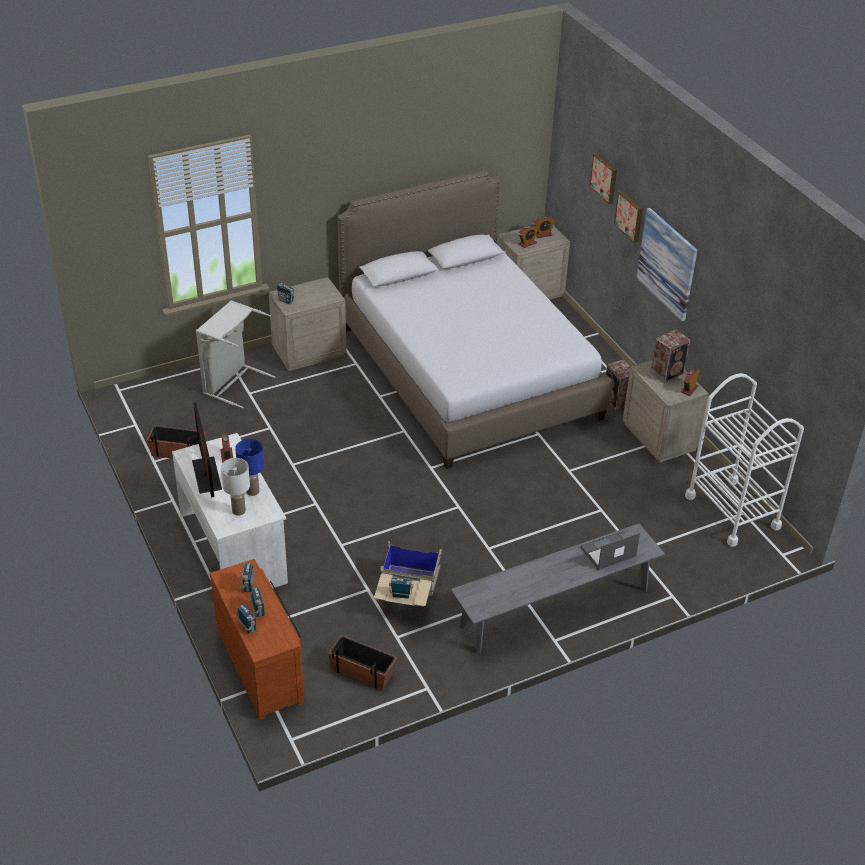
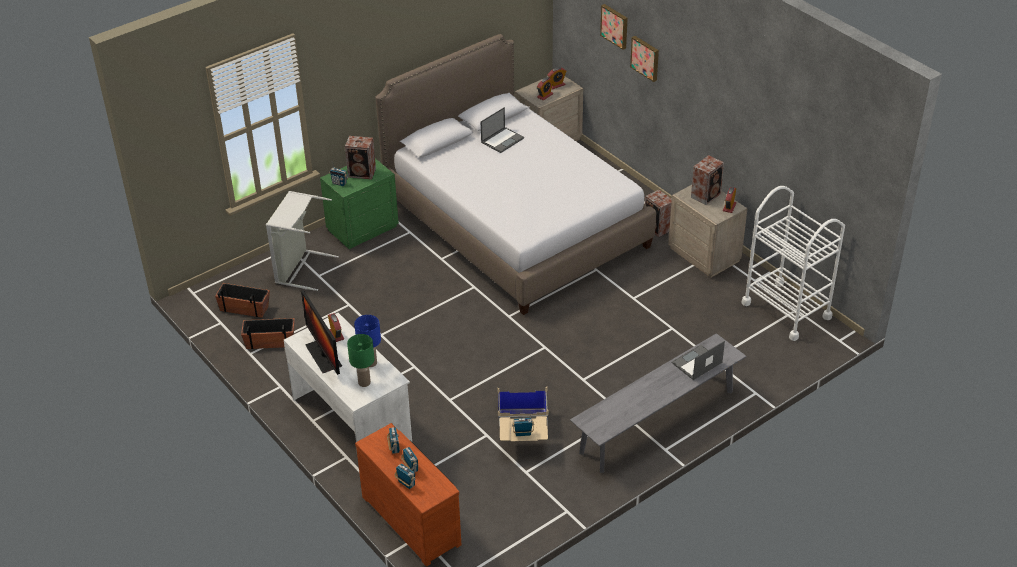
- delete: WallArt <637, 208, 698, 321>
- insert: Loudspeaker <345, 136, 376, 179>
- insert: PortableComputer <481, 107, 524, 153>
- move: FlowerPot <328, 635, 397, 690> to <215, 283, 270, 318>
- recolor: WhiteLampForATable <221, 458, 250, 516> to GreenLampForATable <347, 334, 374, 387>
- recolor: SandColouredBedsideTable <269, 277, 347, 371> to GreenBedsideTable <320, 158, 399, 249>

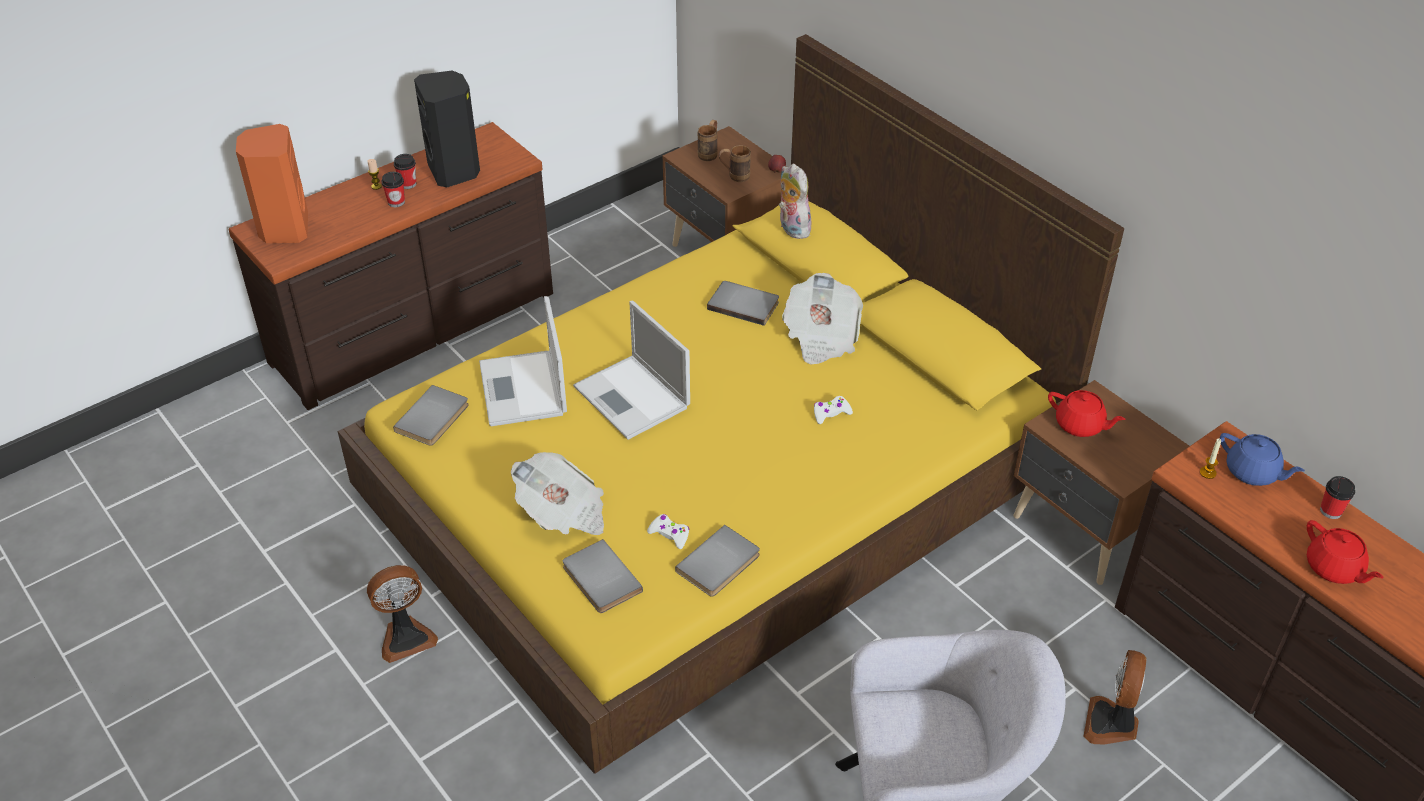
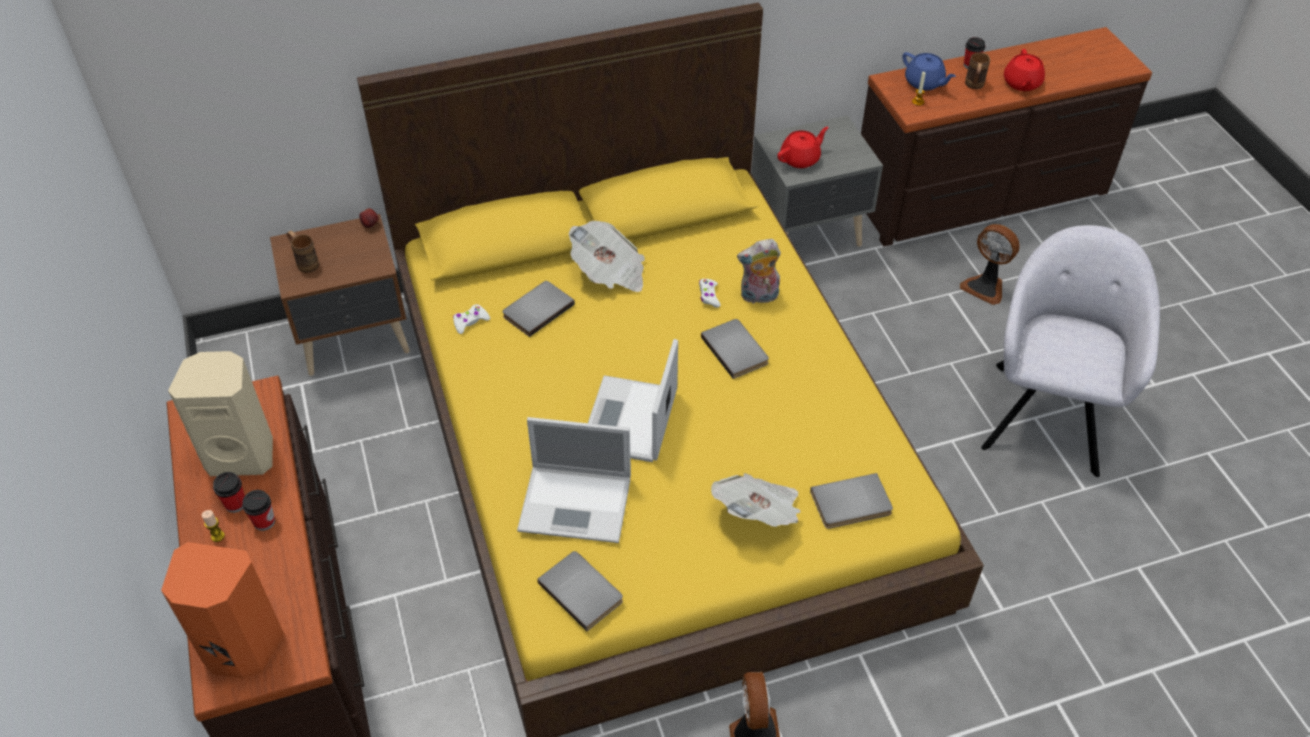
- move: WhiteJoypad <647, 514, 689, 549> to <453, 304, 490, 334>
- move: GreyishBook <675, 525, 760, 597> to <701, 319, 769, 379>
- move: BrownishCoffeeMug <719, 145, 751, 182> to <965, 52, 990, 89>
- move: PlushToy <779, 164, 811, 239> to <737, 239, 781, 304>
- recolor: BlackColouredLoudspeaker <414, 71, 480, 187> to SandColouredLoudspeaker <168, 351, 273, 476>
- recolor: BrownishBedsideTable <1013, 380, 1189, 585> to GreyishBedsideTable <752, 115, 883, 247>
- rotate: PortableComputer <573, 301, 690, 440> = <588, 339, 678, 462> 120 degrees clockwise
- rotate: BlueTeapot <1220, 433, 1305, 486> = <902, 52, 956, 91> 75 degrees clockwise
- rotate: RedColouredTeapot <1307, 520, 1384, 584> = <1004, 49, 1045, 91> 105 degrees clockwise

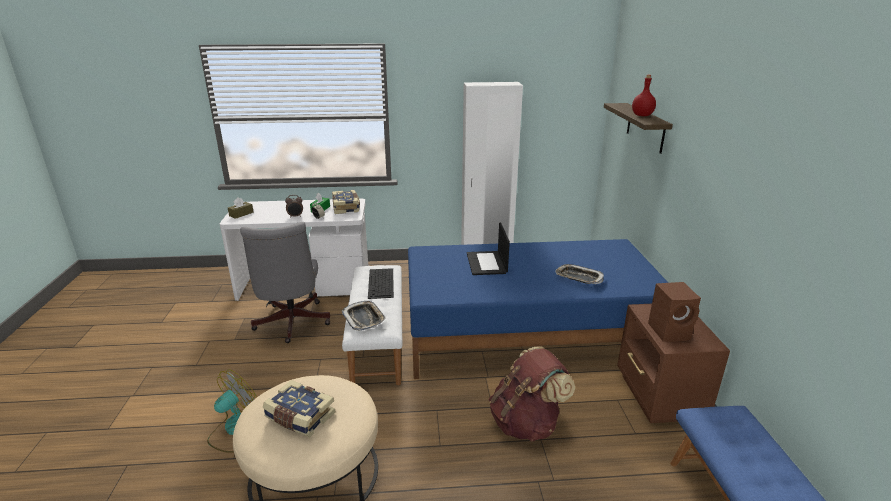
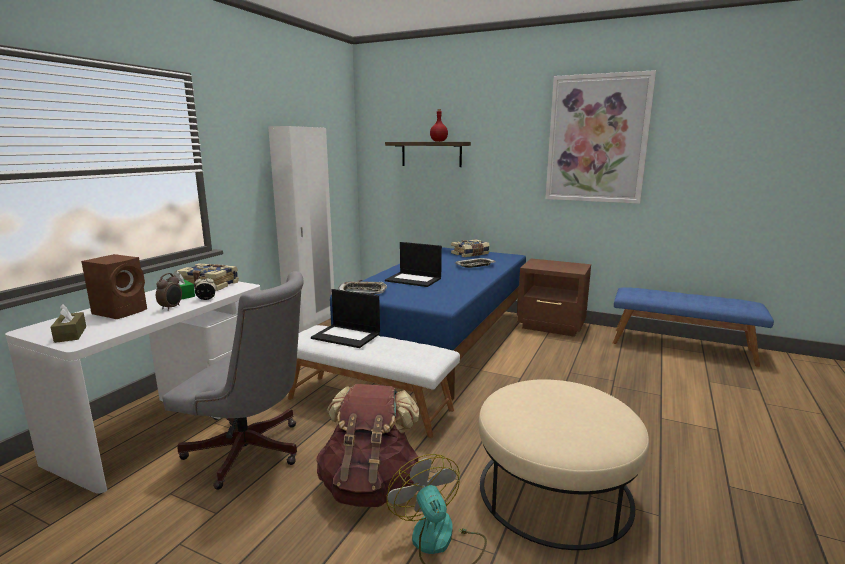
- insert: WallArt <545, 70, 656, 204>
- move: Book <263, 380, 335, 437> to <451, 239, 490, 257>
- move: Tray <342, 301, 386, 331> to <338, 281, 387, 295>
- move: BrownishKnapsack <489, 347, 575, 442> to <317, 384, 419, 507>
- move: BrownishLoudspeaker <648, 282, 701, 342> to <81, 254, 147, 319>
- replace: PcKeyboard <368, 268, 394, 299> to PortableComputer <311, 289, 380, 348>

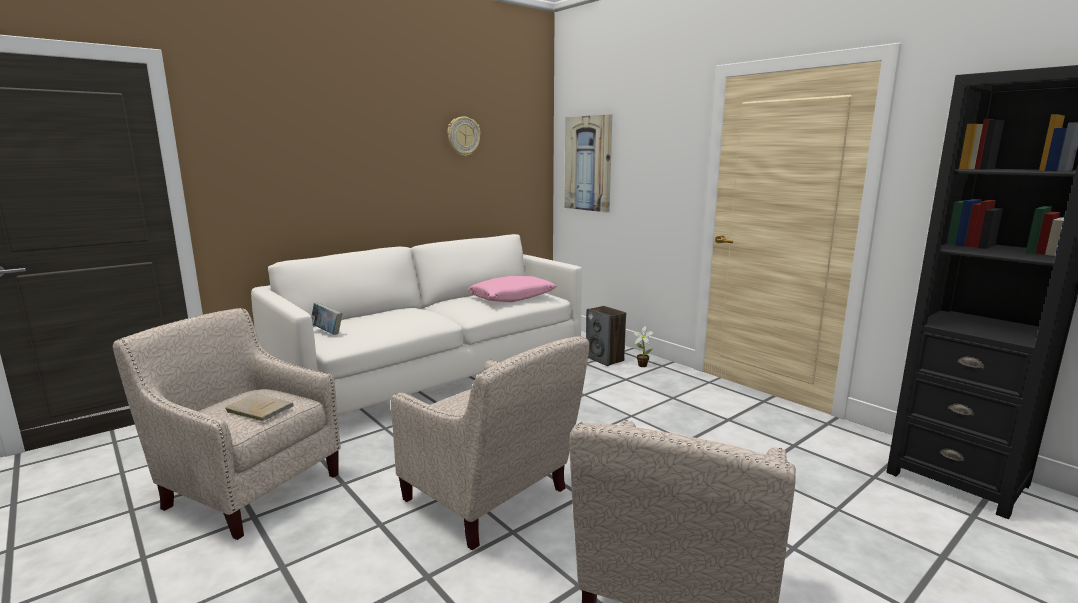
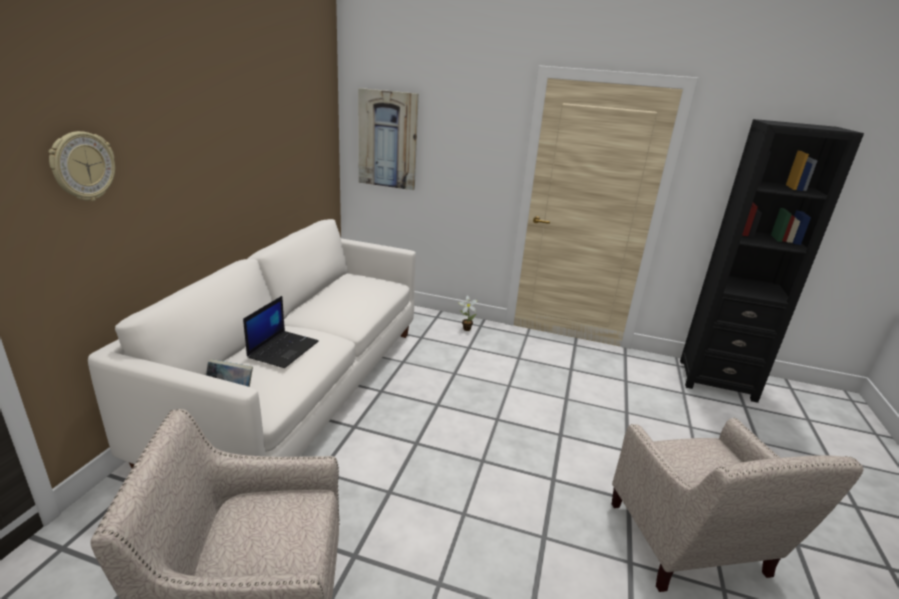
- delete: SandColouredBook <225, 394, 294, 422>
- delete: SandColouredEasyChair <391, 336, 589, 551>
- delete: PinkThrowPillow <468, 276, 557, 302>
- delete: Loudspeaker <586, 306, 626, 366>
- insert: PortableComputer <243, 296, 319, 368>
- move: HangingClock <447, 116, 481, 156> to <49, 131, 115, 201>

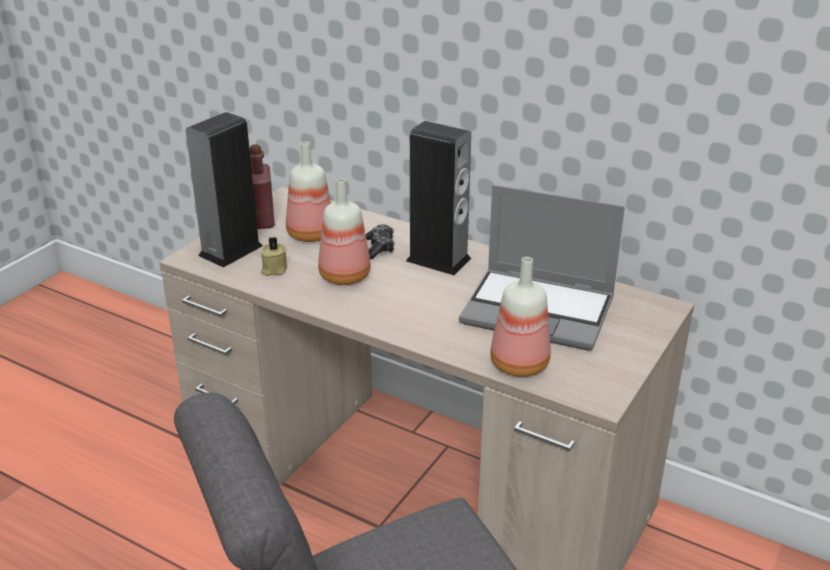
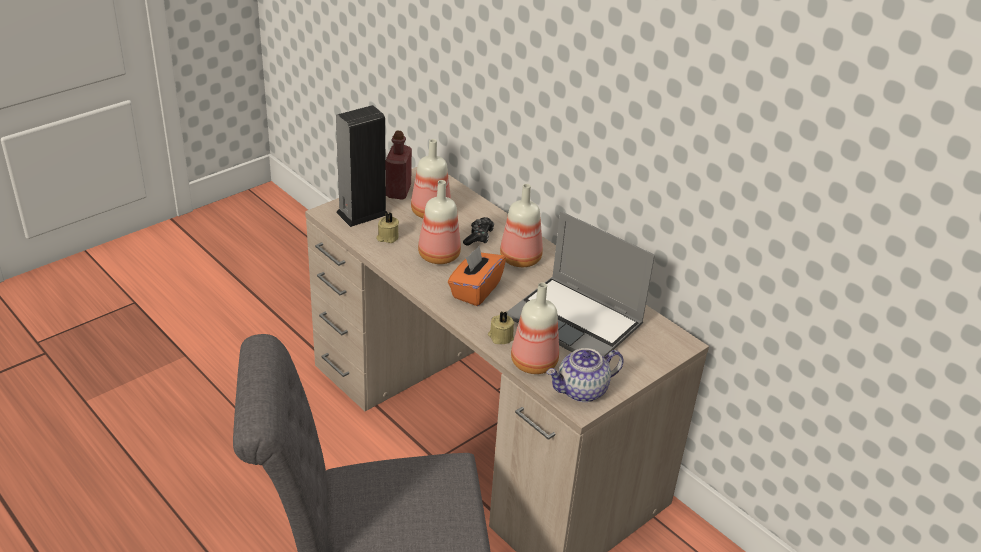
- insert: OrangeColouredBoxOfTissues <448, 246, 506, 306>
- insert: SandColouredWaxLight <488, 311, 514, 344>
- insert: Teapot <546, 348, 624, 402>
- replace: Loudspeaker <406, 121, 471, 275> to BeverageBottle <500, 184, 543, 267>

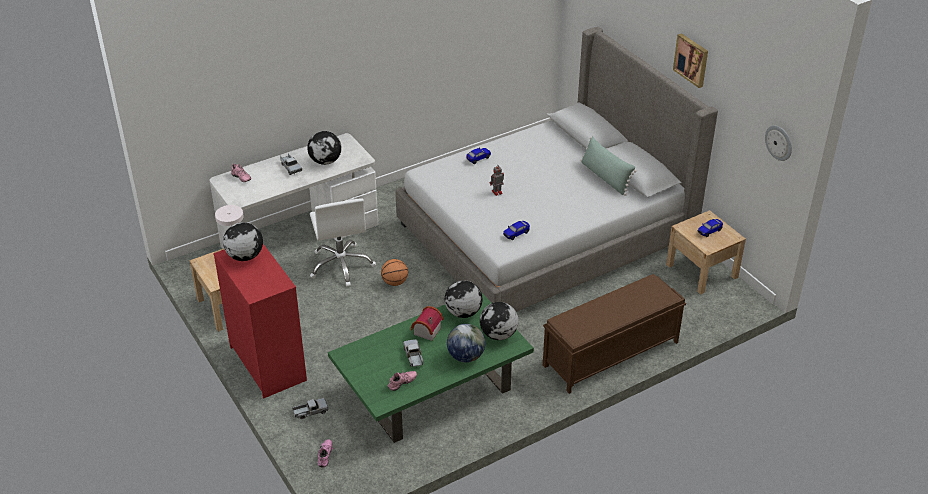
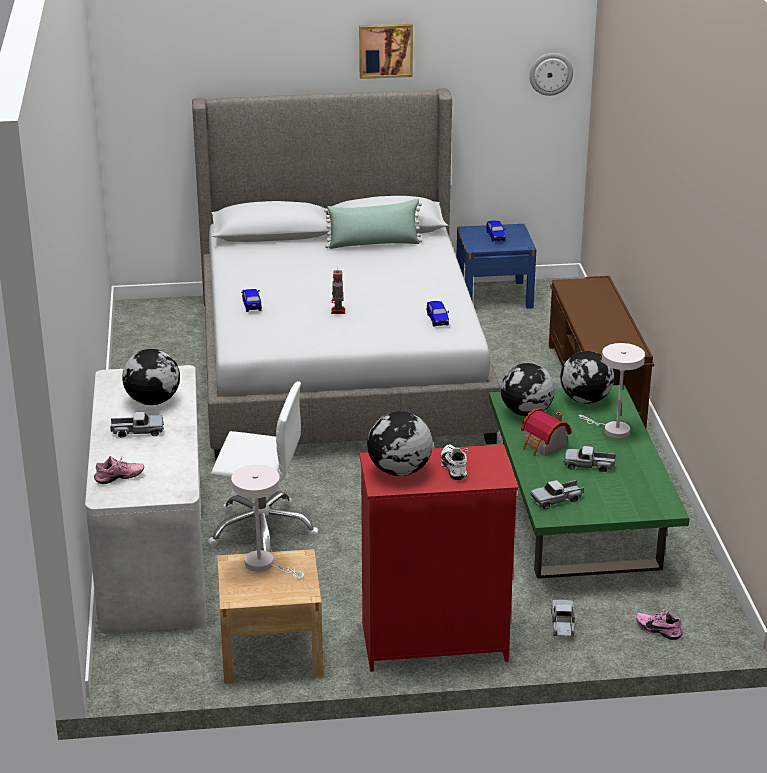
- delete: Basketball <381, 259, 408, 286>
- delete: PinkShoe <388, 370, 417, 391>
- insert: WhiteShoe <441, 445, 469, 480>
- insert: ModelTruck <530, 480, 584, 509>
- replace: WorldGlobe <447, 324, 485, 363> to WhiteLampForATable <579, 343, 645, 438>
- recolor: SandColouredBedsideTable <666, 210, 746, 295> to BlueBedsideTable <456, 224, 536, 309>

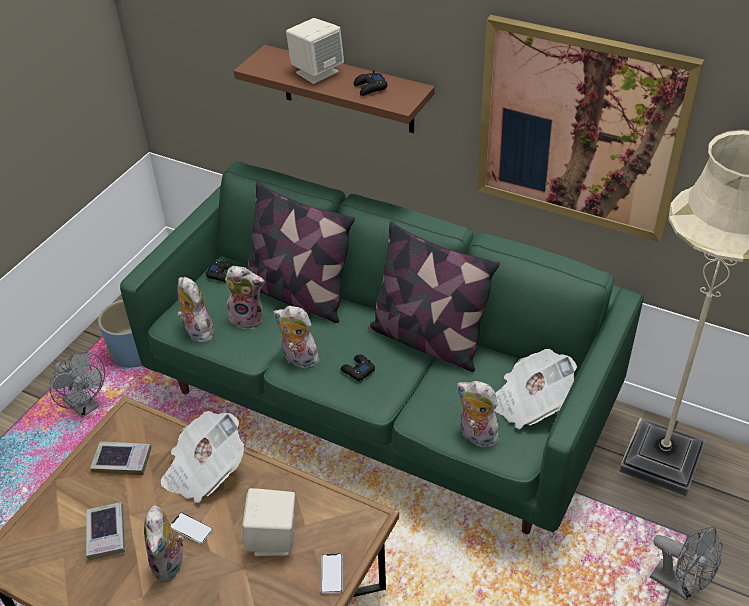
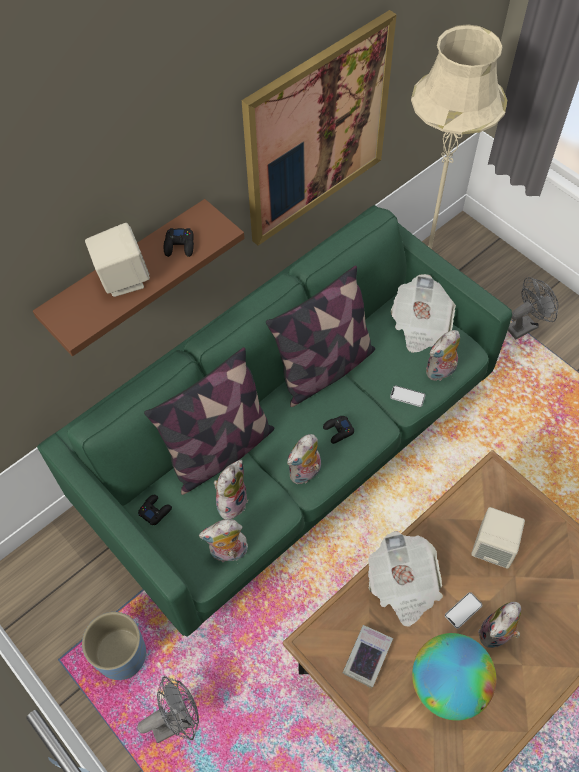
- move: Phone <321, 553, 343, 594> to <390, 385, 425, 407>
- replace: Book <86, 502, 125, 561> to WorldGlobe <412, 633, 496, 721>
- rotate: PlushToy <144, 505, 184, 582> = <478, 602, 523, 648> 120 degrees clockwise

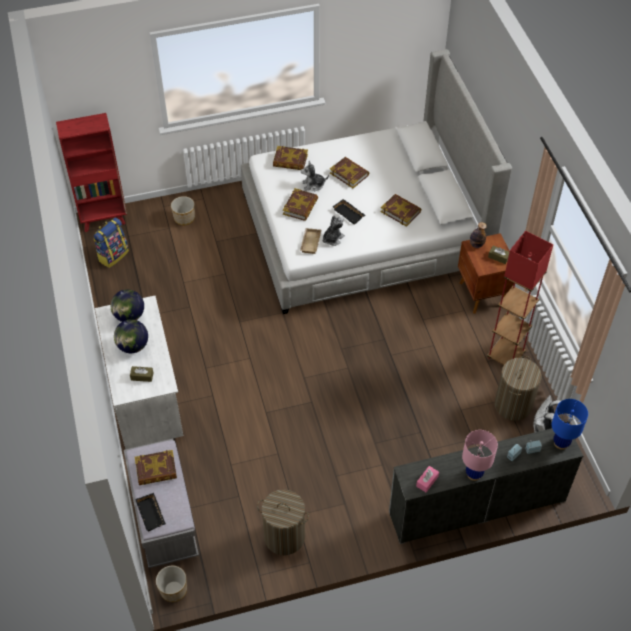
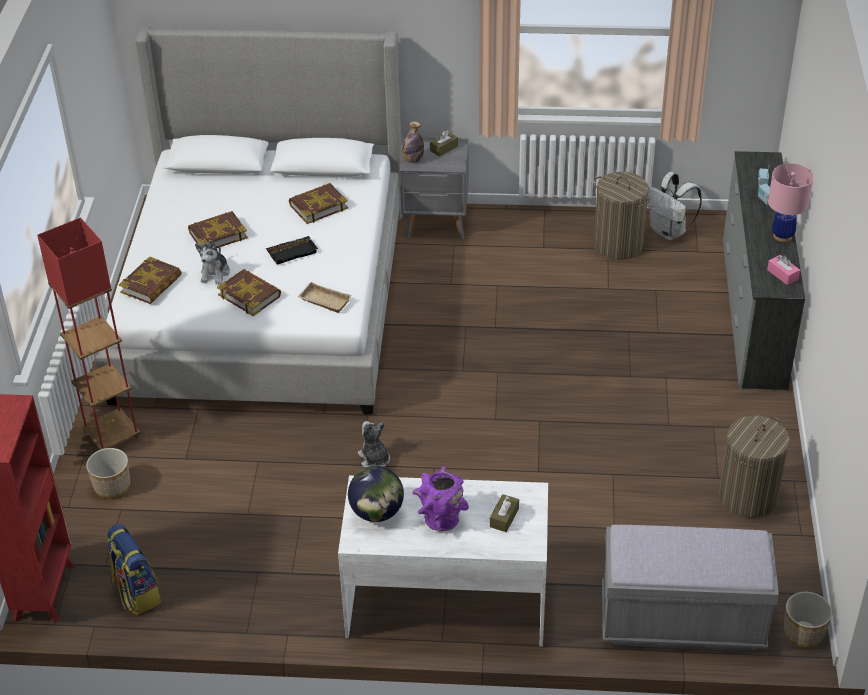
- delete: Book <135, 450, 177, 485>
- delete: BlackColouredTray <135, 493, 166, 532>
- delete: BlueLampForATable <552, 399, 588, 450>
- move: PlushToy <323, 215, 345, 246> to <358, 421, 390, 468>
- move: RedColouredStandardLamp <487, 231, 554, 365> to <37, 217, 141, 450>
- replace: WorldGlobe <114, 319, 148, 353> to PurplishDecorativeVase <412, 466, 469, 532>
- recolor: BrownishBedsideTable <458, 233, 514, 314> to GreyishBedsideTable <400, 137, 469, 239>

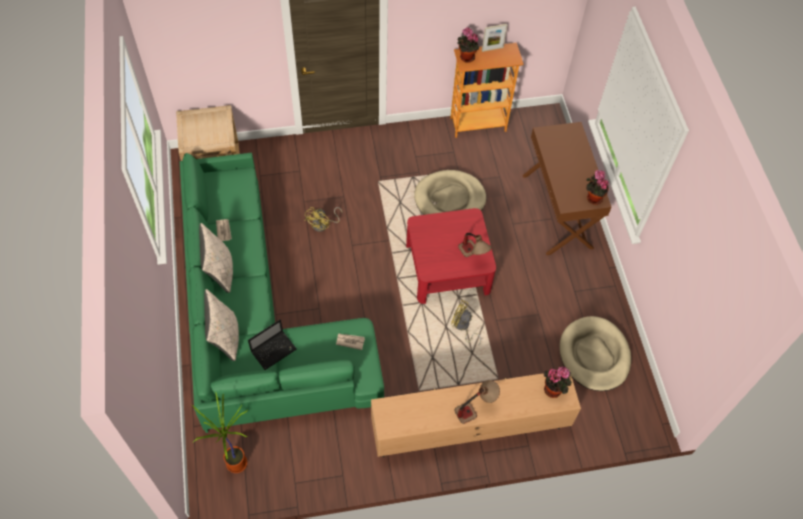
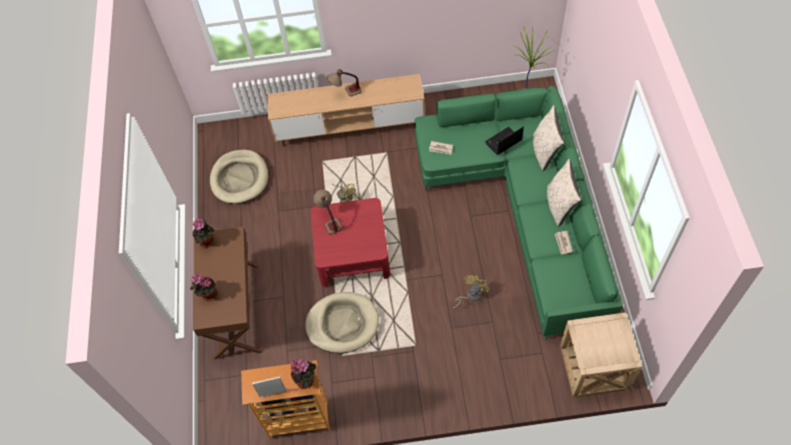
- move: Houseplant <544, 367, 572, 398> to <190, 273, 217, 301>

